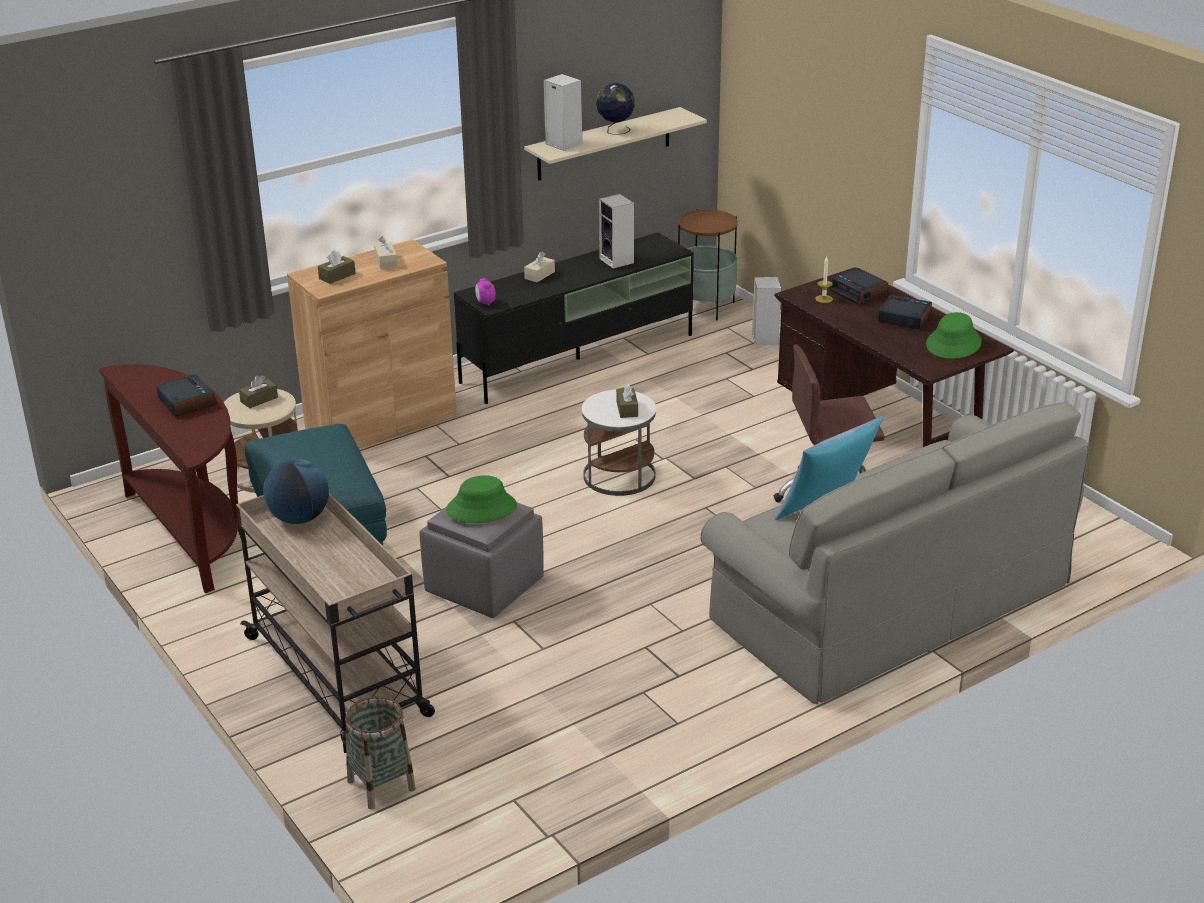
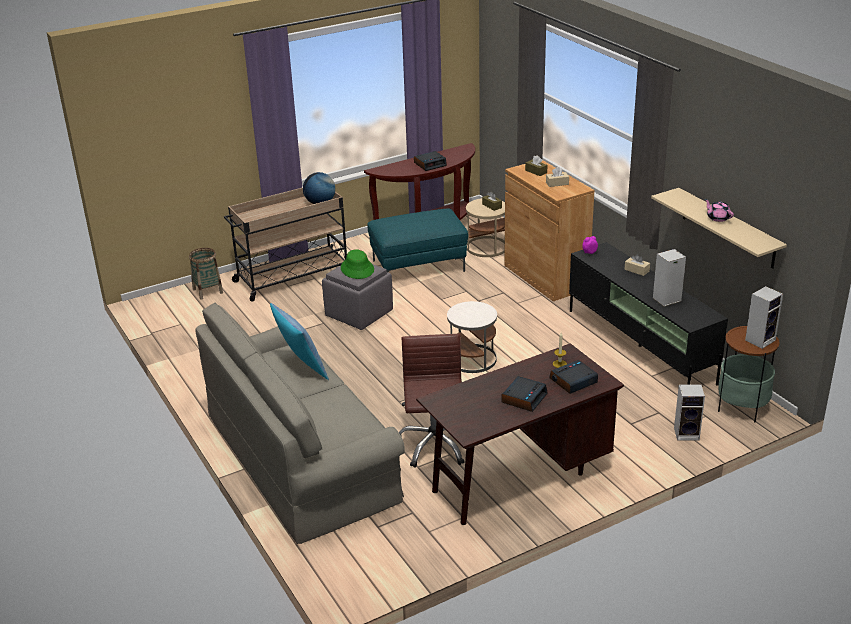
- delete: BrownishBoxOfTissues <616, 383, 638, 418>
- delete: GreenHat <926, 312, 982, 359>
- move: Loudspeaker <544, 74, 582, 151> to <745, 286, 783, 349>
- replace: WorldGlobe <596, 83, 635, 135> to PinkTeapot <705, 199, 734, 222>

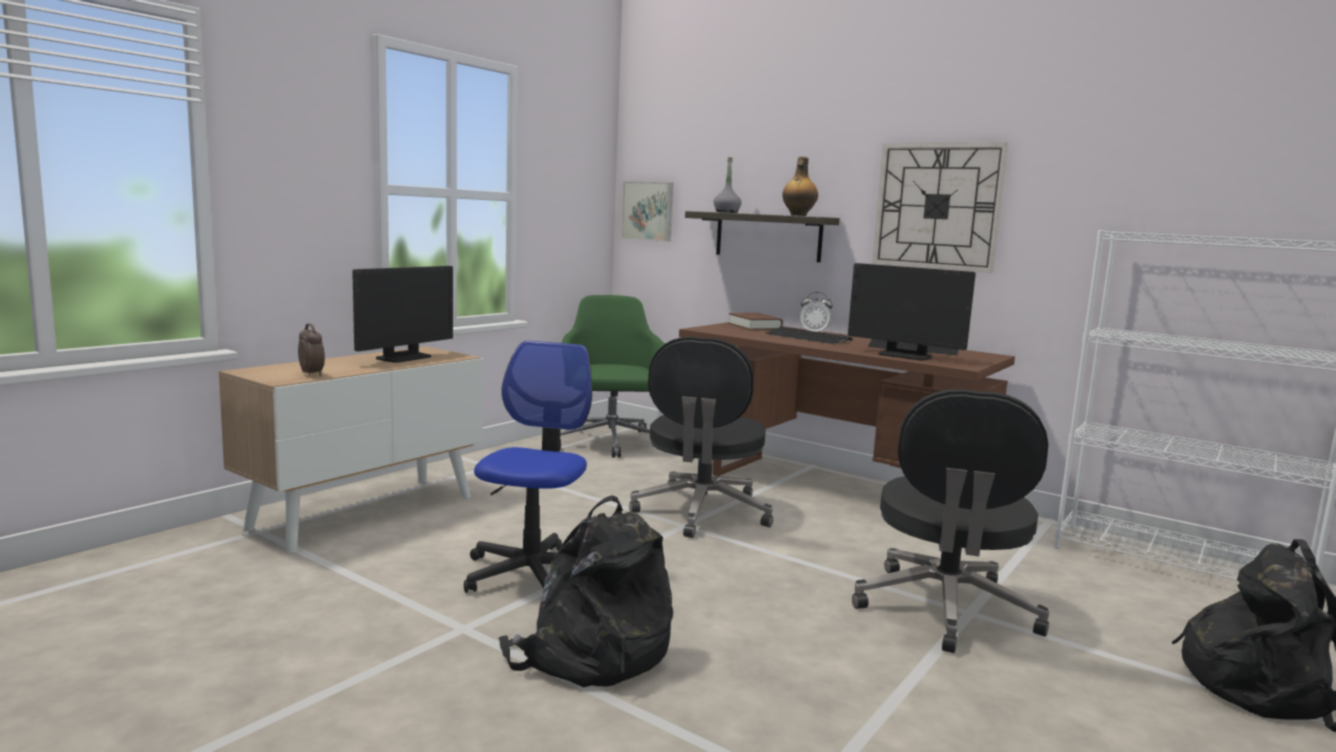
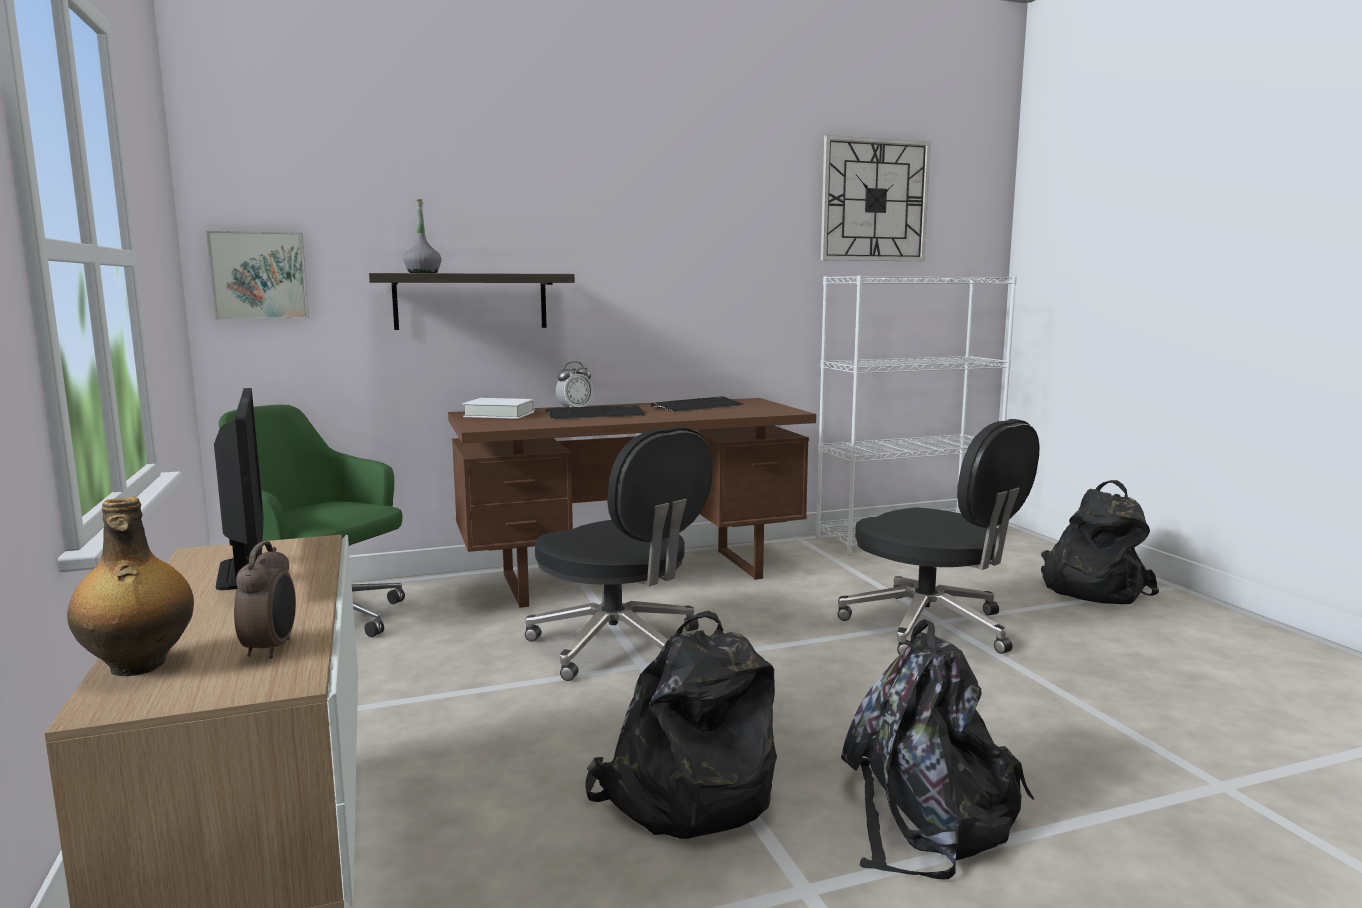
- delete: Monitor <848, 263, 976, 361>
- move: BeverageBottle <782, 157, 818, 216> to <67, 497, 194, 676>
- move: HangingClock <872, 143, 1008, 273> to <821, 135, 931, 261>
- replace: DeskChair <464, 340, 592, 593> to BlackColouredKnapsack <585, 611, 777, 839>
- recolor: BrownishBook <728, 313, 783, 330> to WhiteBook <463, 398, 535, 419>
- rotate: AlarmClock <298, 323, 325, 376> = <234, 541, 296, 659> 90 degrees clockwise

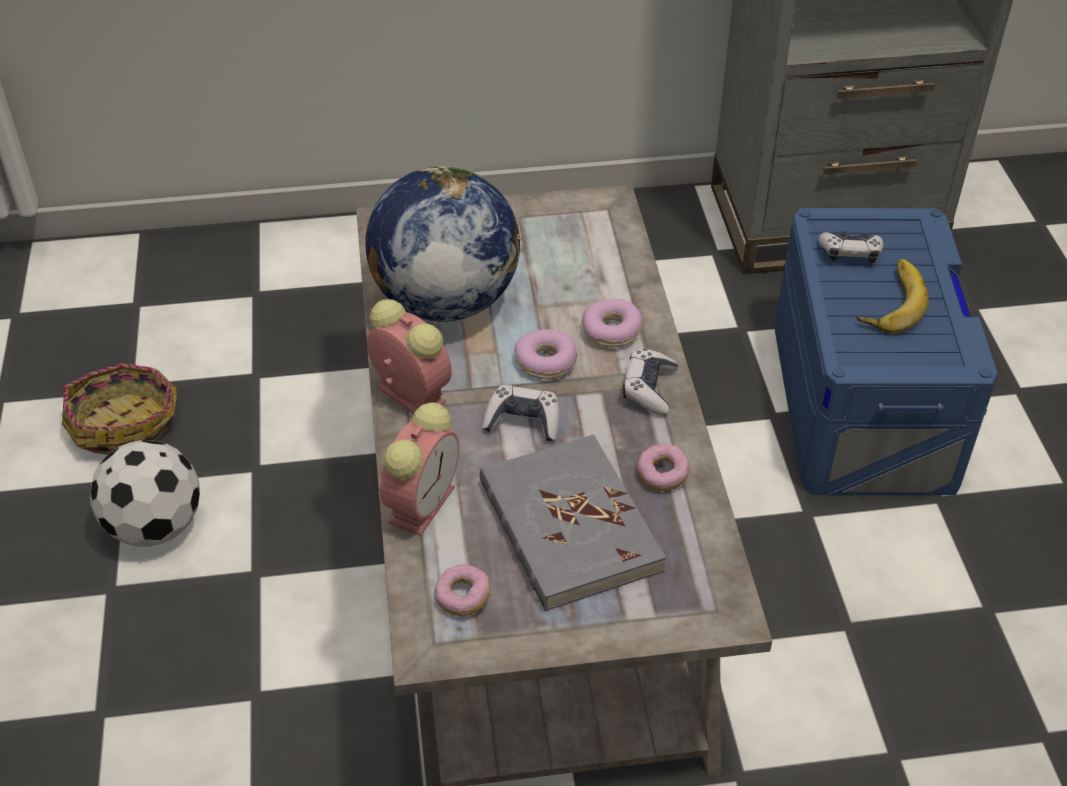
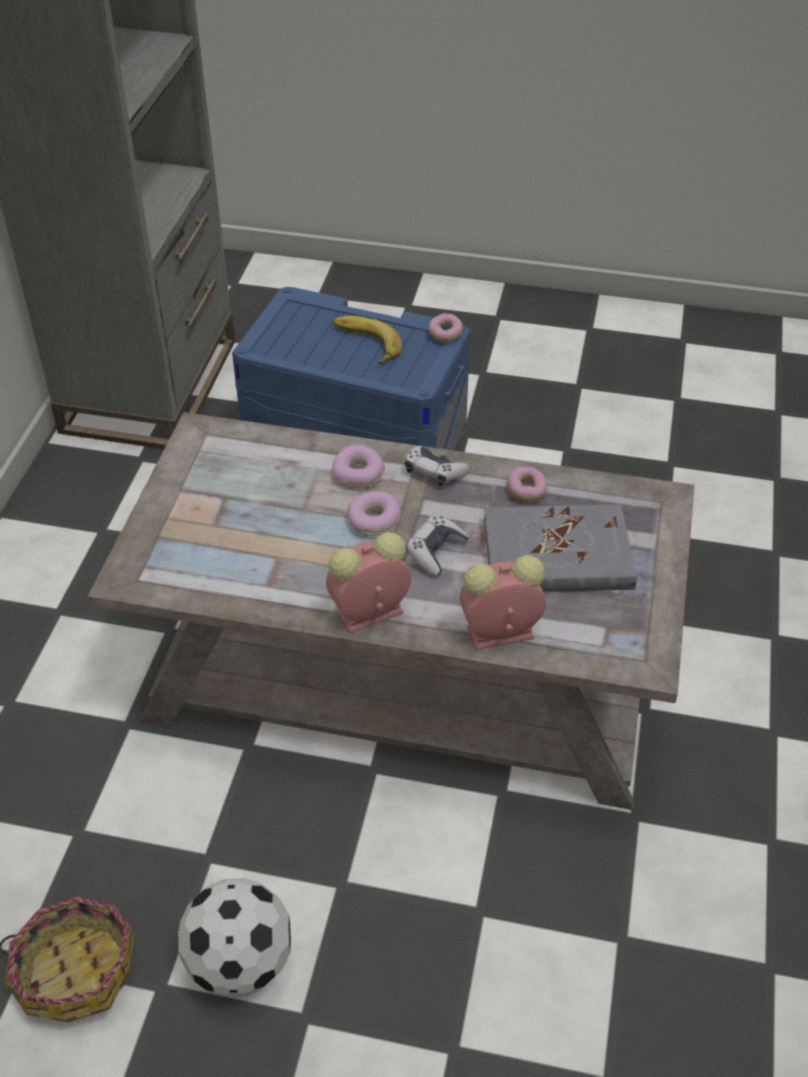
- delete: WorldGlobe <365, 166, 520, 322>
- delete: Joypad <819, 231, 883, 263>
- move: Doughnut <435, 564, 491, 616> to <429, 313, 463, 342>
- rotate: AlarmClock <380, 402, 459, 536> = <460, 555, 546, 650> 60 degrees counterclockwise

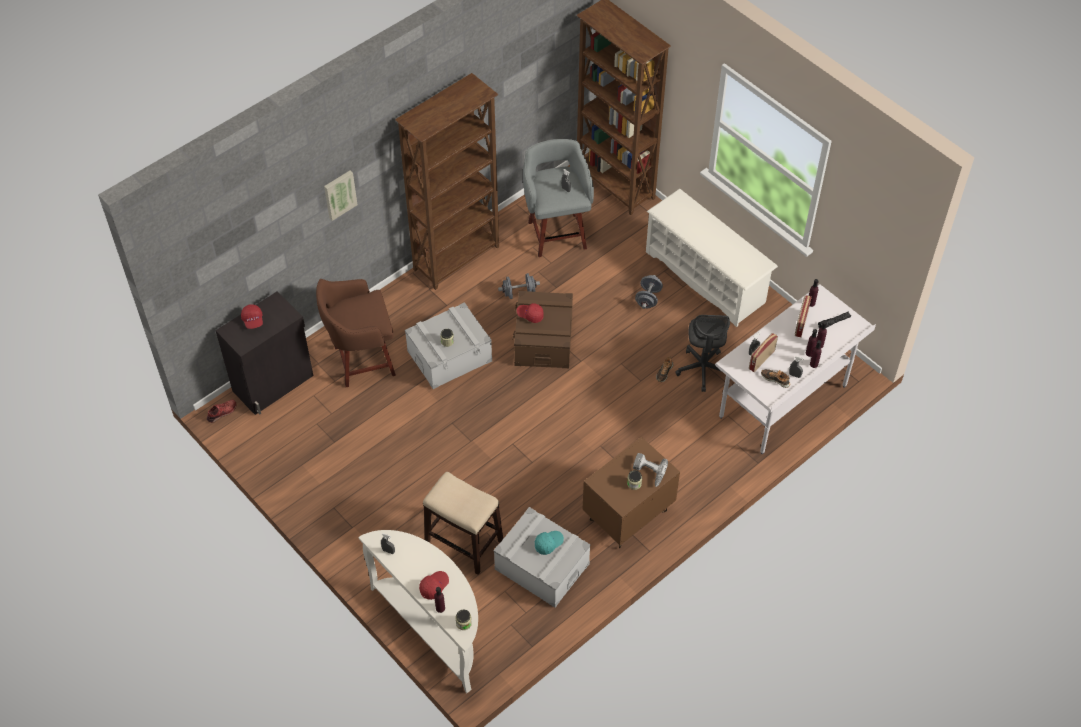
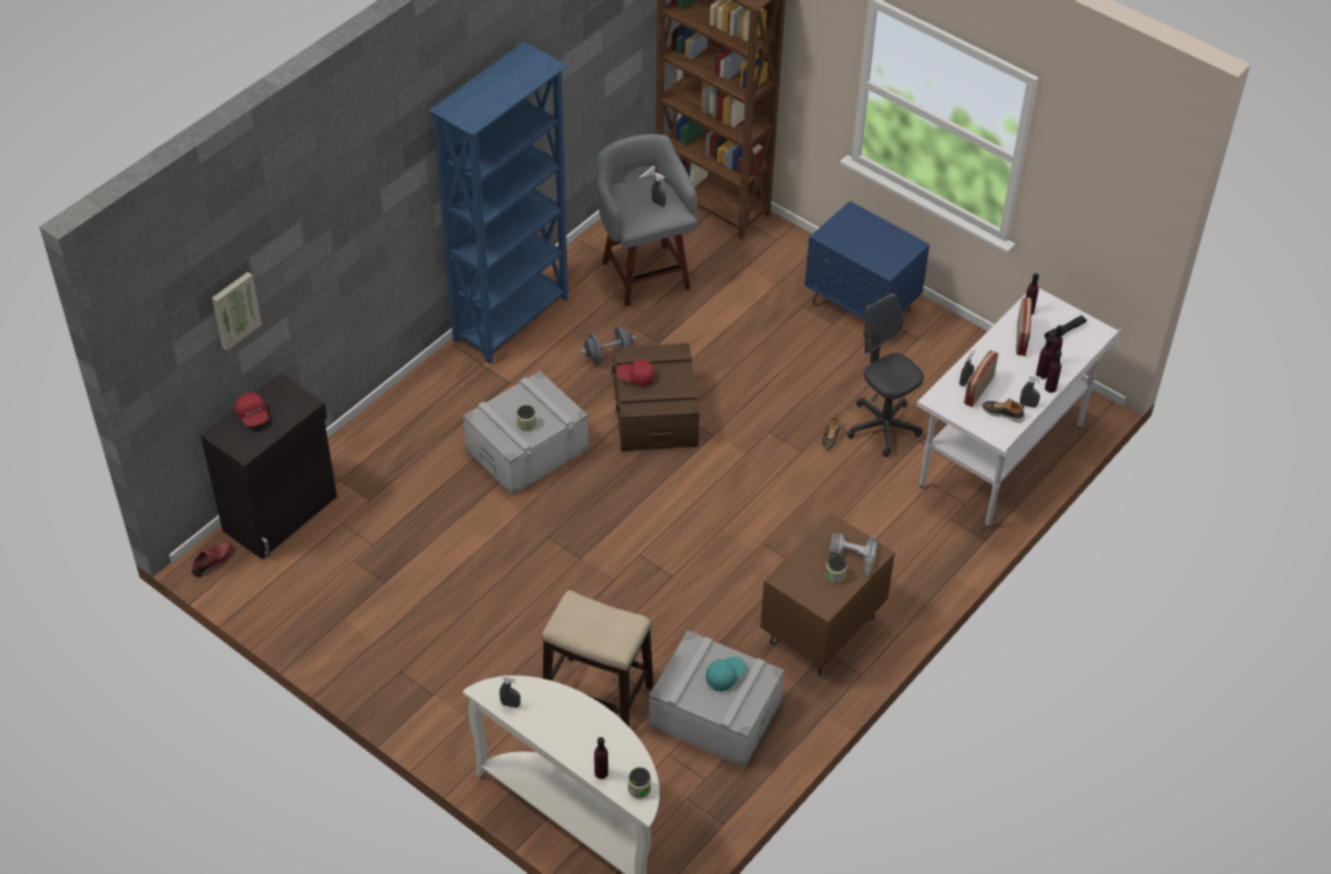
- delete: BrownishSittingStool <316, 279, 396, 387>
- delete: RedColouredPeakedCap <419, 571, 449, 600>
- delete: GreyishHandWeight <635, 275, 663, 309>
- move: WallArt <324, 171, 357, 221> to <212, 272, 262, 351>
- replace: WhiteShoeStand <646, 189, 778, 327> to BlueBedsideTable <805, 201, 930, 320>
- recolor: BrownishShelvingUnit <395, 73, 499, 290> to BlueShelvingUnit <429, 42, 568, 364>
- rotate: GreyishDeskChair <675, 315, 730, 392> = <847, 293, 924, 457> 150 degrees clockwise

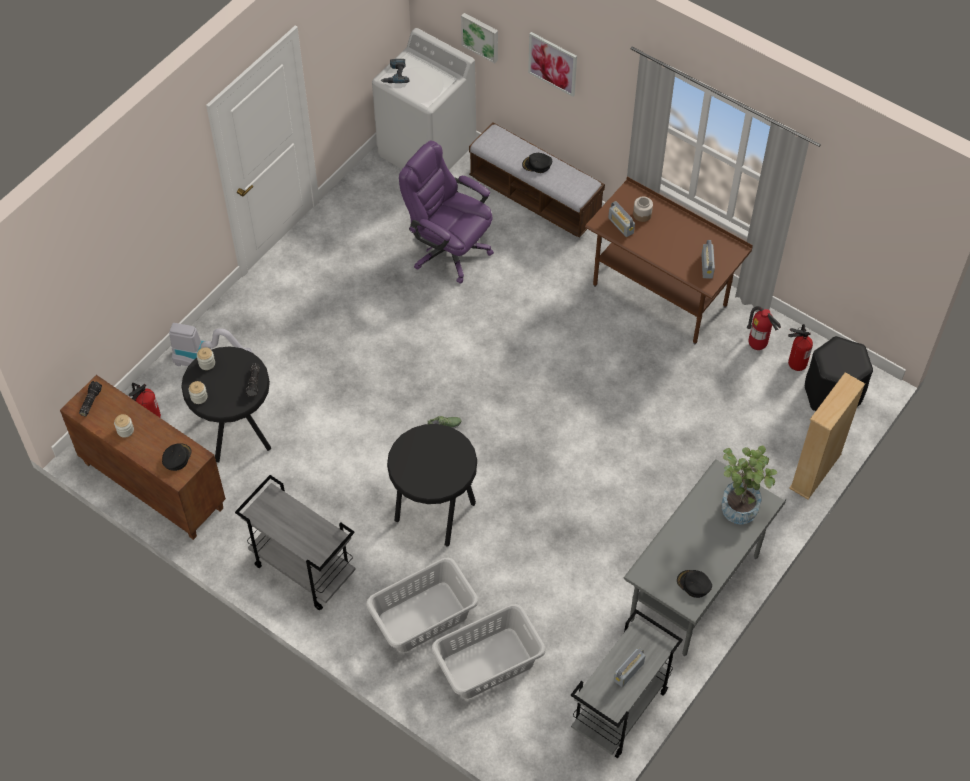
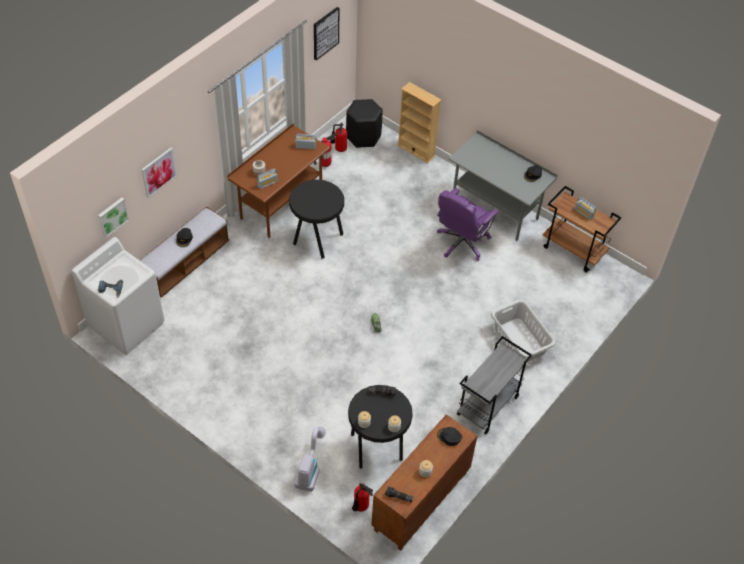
- delete: GreyishWashingBasket <431, 604, 546, 699>
- delete: Houseplant <721, 446, 777, 525>
- insert: WallArt <314, 7, 340, 61>
- move: BlackColouredSittingStool <387, 424, 477, 547> to <289, 179, 344, 258>
- move: PurplishDeskChair <399, 140, 494, 284> to <437, 188, 498, 261>
- recolor: GreyishTrolley <571, 609, 683, 758> to BrownishTrolley <543, 186, 622, 272>

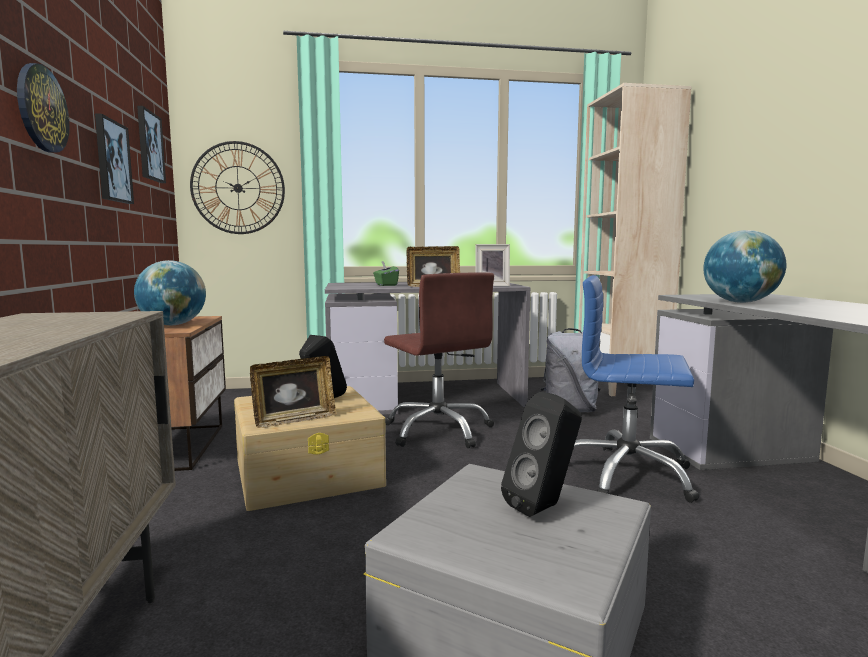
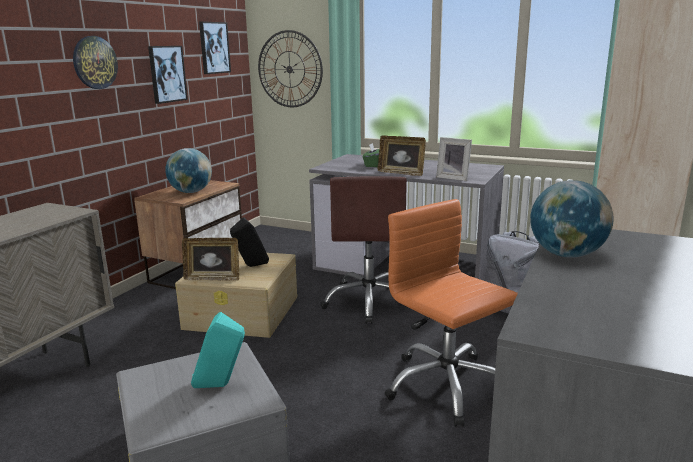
- recolor: BlackColouredLoudspeaker <501, 392, 582, 517> to TurquoiseLoudspeaker <191, 312, 245, 388>
- recolor: BlueDeskChair <574, 275, 699, 503> to OrangeColouredDeskChair <385, 199, 518, 427>

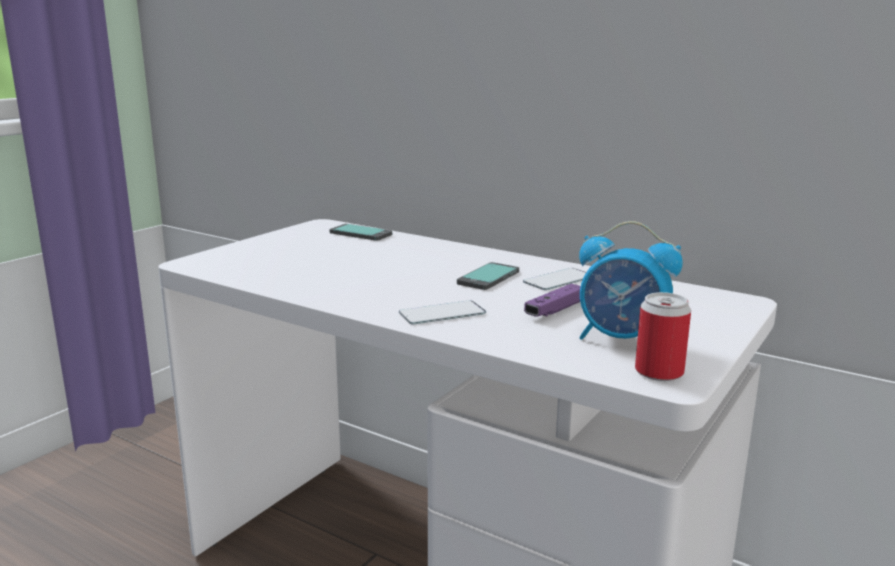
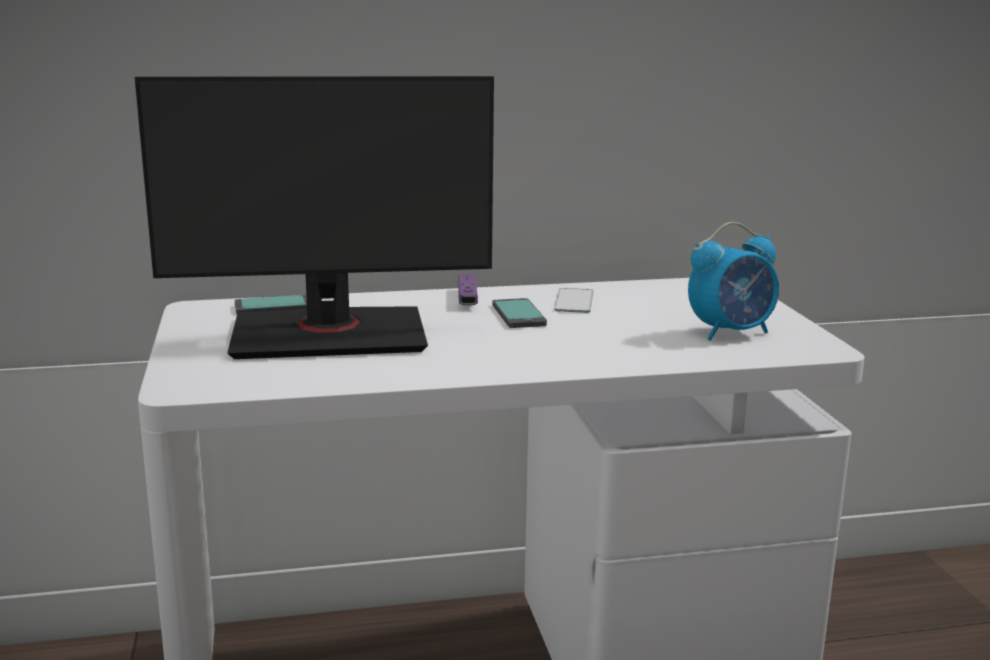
- delete: Phone <399, 300, 486, 324>
- delete: MetalCan <635, 292, 691, 381>
- insert: Monitor <135, 76, 494, 359>
- move: PurplishJoypad <524, 284, 581, 317> to <458, 274, 478, 305>

